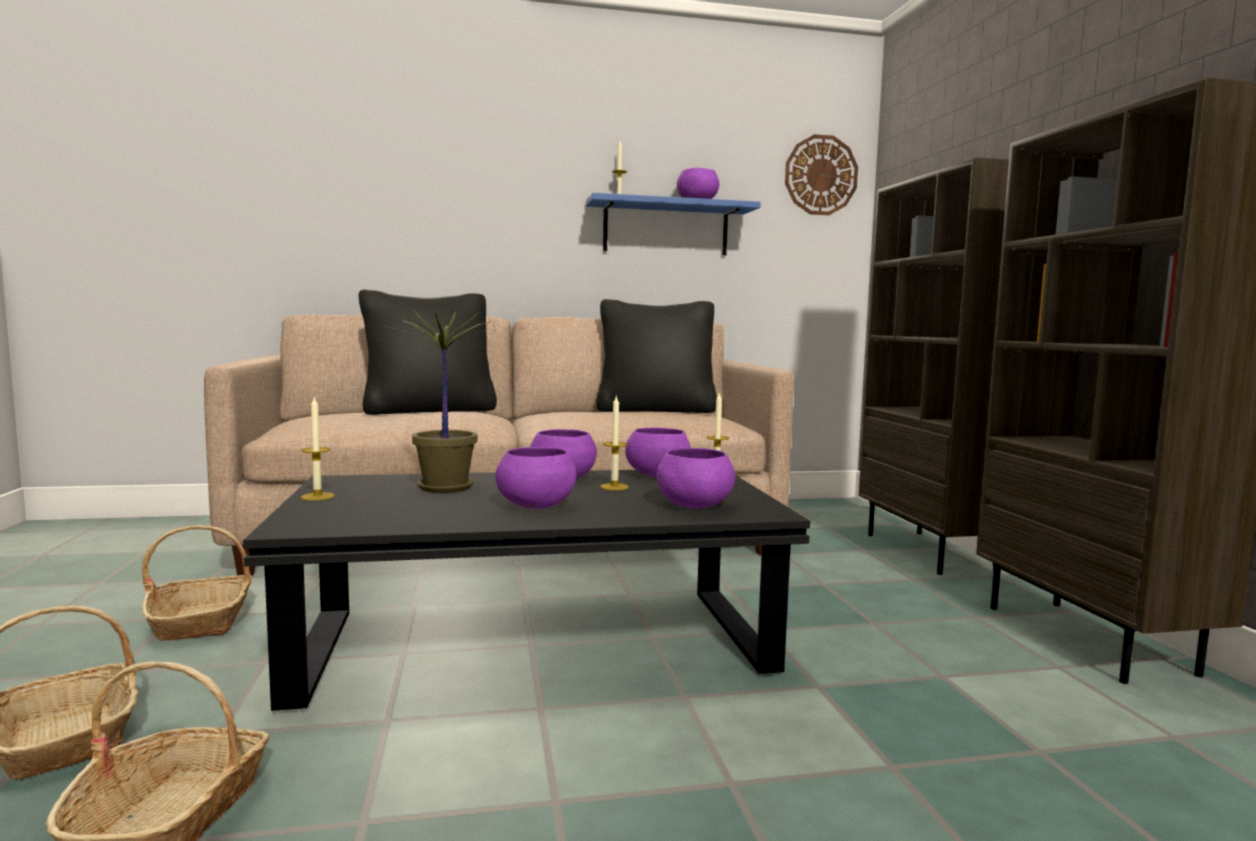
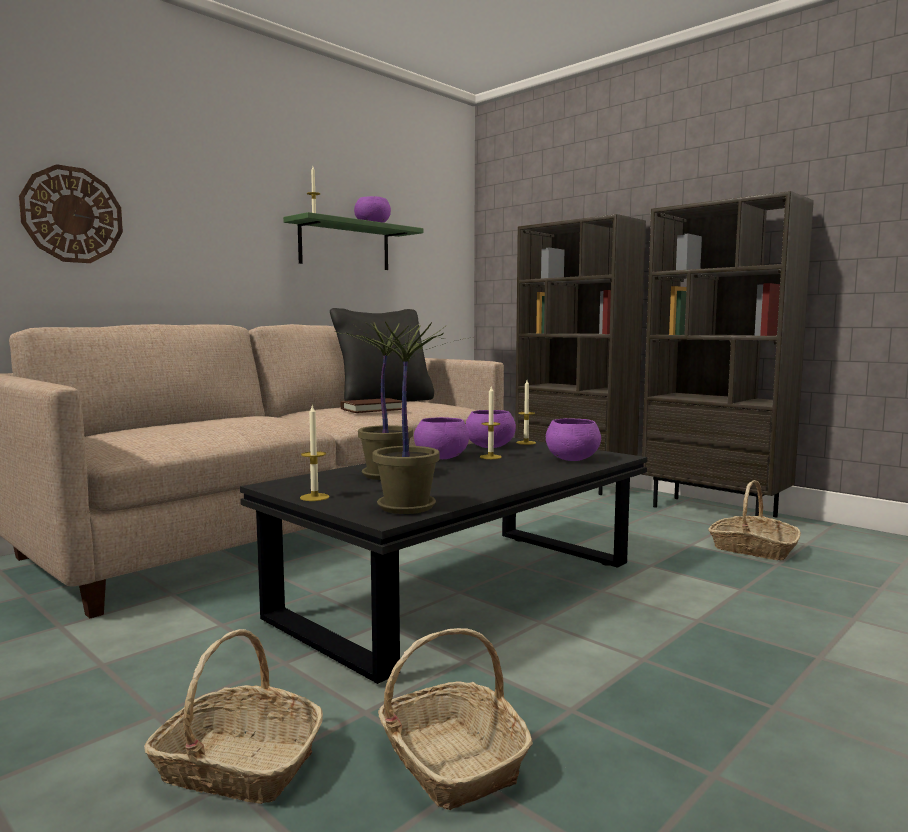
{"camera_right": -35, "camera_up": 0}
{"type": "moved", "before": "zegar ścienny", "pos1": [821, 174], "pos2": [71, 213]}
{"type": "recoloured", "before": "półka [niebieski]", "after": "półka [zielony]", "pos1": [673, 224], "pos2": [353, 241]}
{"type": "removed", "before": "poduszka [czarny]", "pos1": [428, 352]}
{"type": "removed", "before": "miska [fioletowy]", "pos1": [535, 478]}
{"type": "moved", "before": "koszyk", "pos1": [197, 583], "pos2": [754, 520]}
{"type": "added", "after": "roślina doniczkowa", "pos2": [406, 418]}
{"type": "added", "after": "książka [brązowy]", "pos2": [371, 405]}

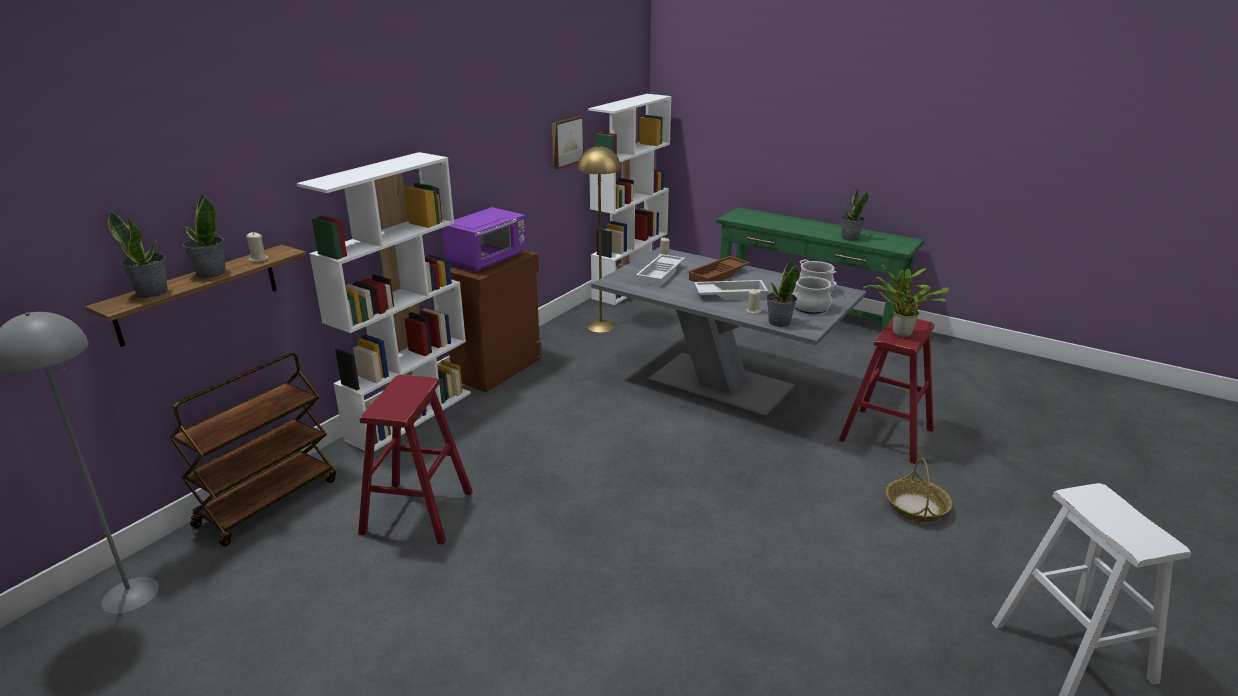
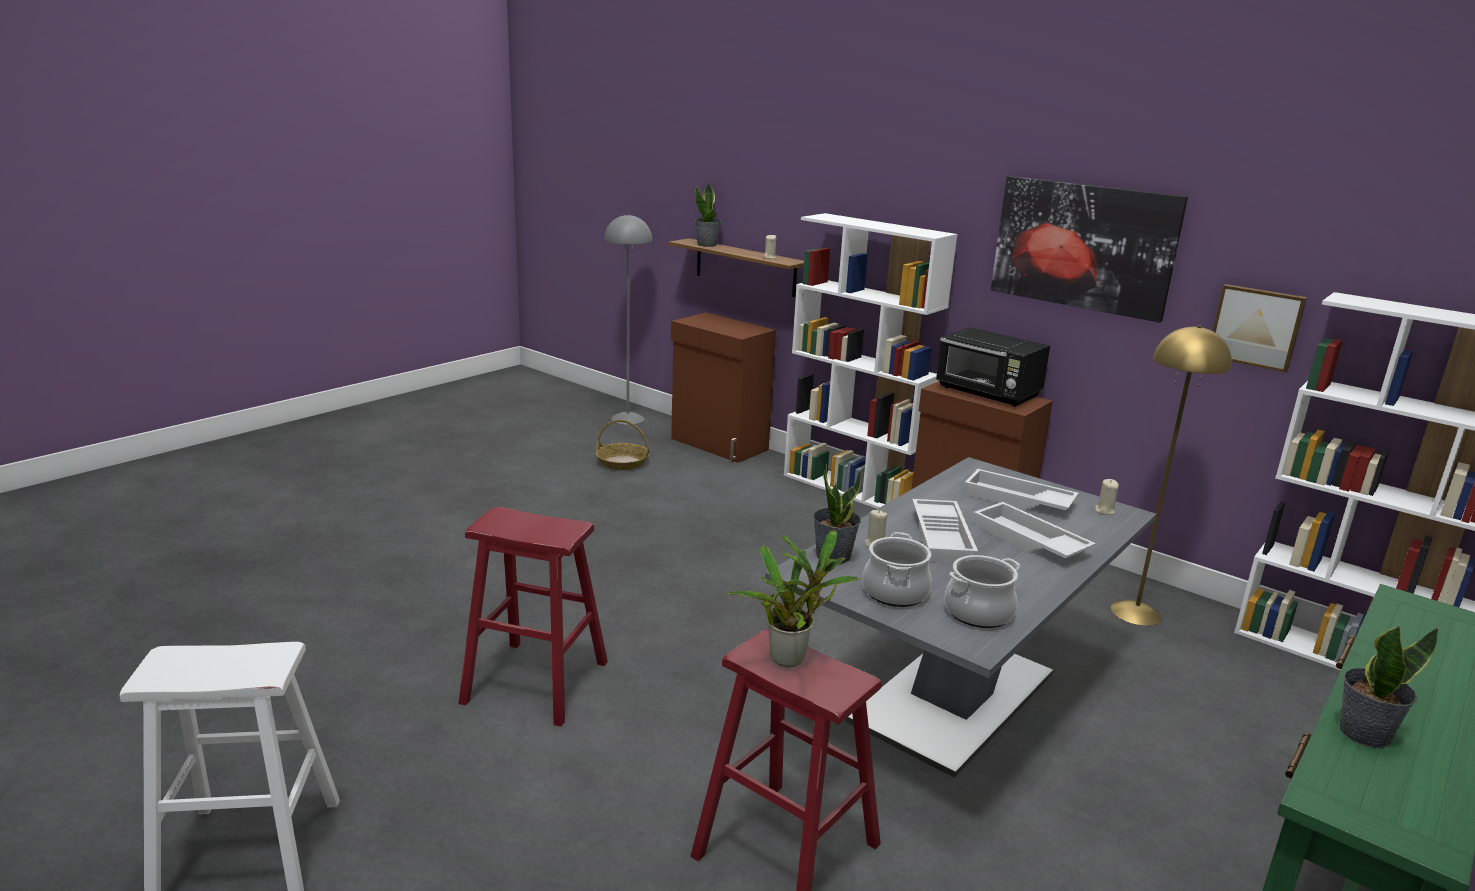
{"camera_right": 95, "camera_up": -5}
{"type": "removed", "before": "roślina doniczkowa", "pos1": [204, 235]}
{"type": "recoloured", "before": "mikrofalówka [fioletowy]", "after": "mikrofalówka [czarny]", "pos1": [484, 239], "pos2": [993, 367]}
{"type": "recoloured", "before": "taca [brązowy]", "after": "taca [biały]", "pos1": [718, 269], "pos2": [1035, 530]}
{"type": "replaced", "before": "wózek [brązowy]", "after": "szafka [brązowy]", "pos1": [252, 450], "pos2": [723, 388]}
{"type": "moved", "before": "stołek [czerwony]", "pos1": [415, 460], "pos2": [533, 617]}
{"type": "moved", "before": "koszyk", "pos1": [919, 490], "pos2": [622, 445]}
{"type": "added", "after": "obraz", "pos2": [1089, 249]}

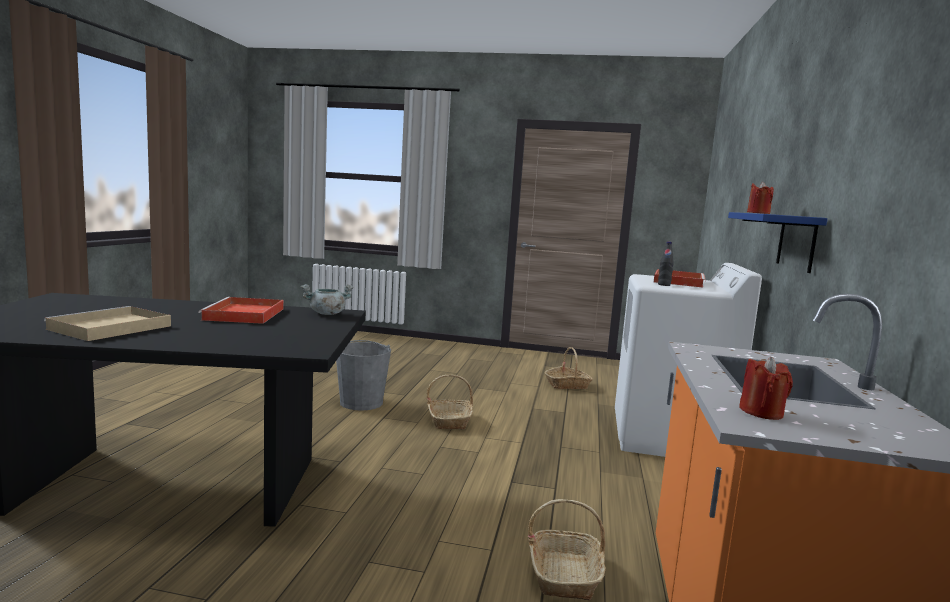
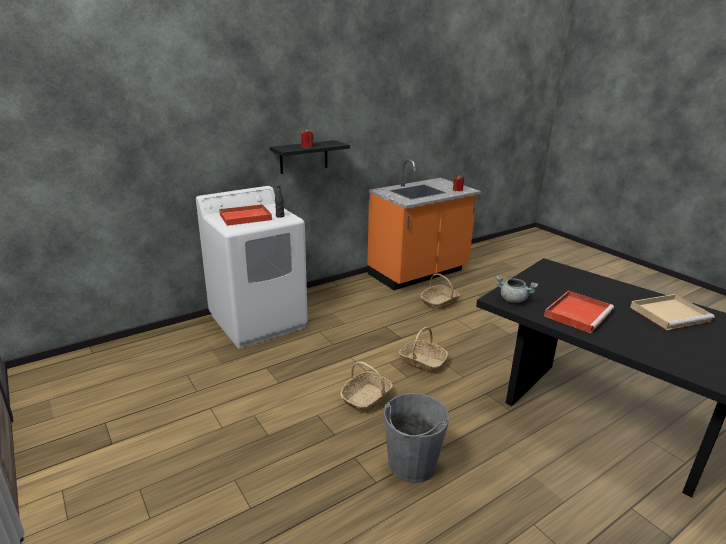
{"camera_right": -135, "camera_up": 15}
{"type": "recoloured", "before": "półka [niebieski]", "after": "półka [czarny]", "pos1": [778, 242], "pos2": [310, 157]}
{"type": "moved", "before": "koszyk", "pos1": [569, 368], "pos2": [423, 350]}

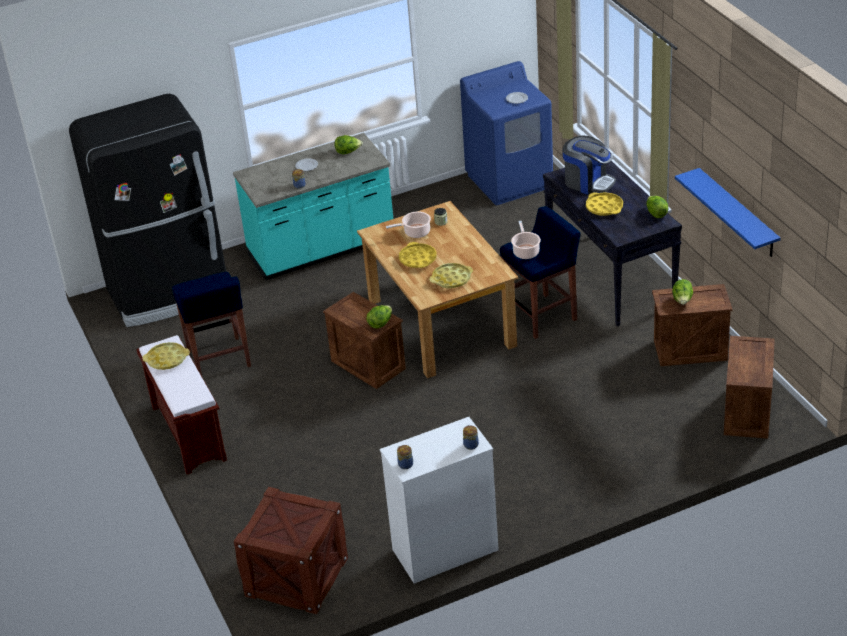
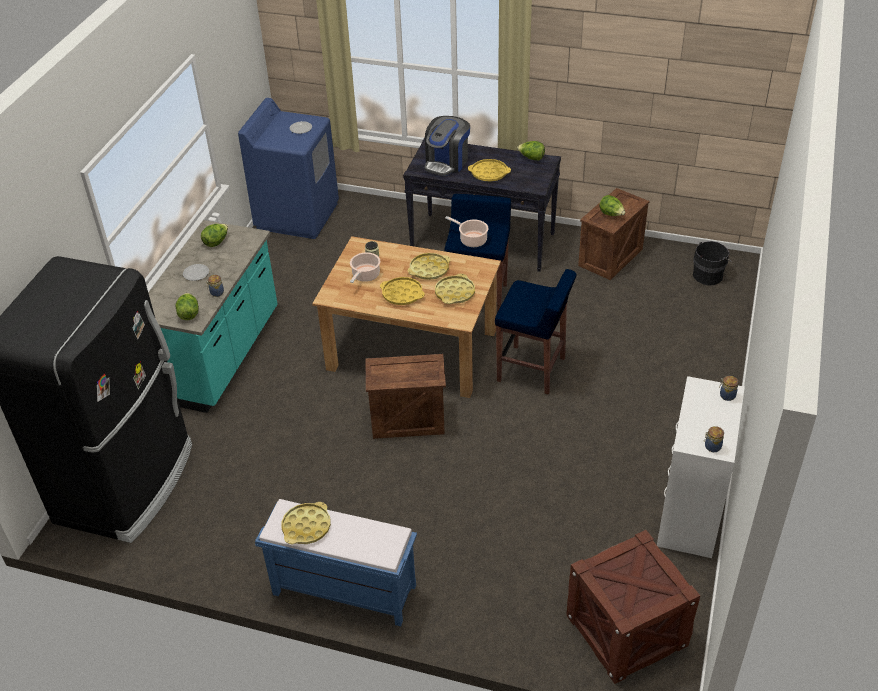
{"camera_right": -50, "camera_up": 5}
{"type": "turned", "before": "ekspres do kawy", "pos1": [589, 165], "pos2": [447, 146], "turn": 135}
{"type": "removed", "before": "półka [niebieski]", "pos1": [728, 212]}
{"type": "moved", "before": "stołek [niebieski]", "pos1": [211, 324], "pos2": [535, 332]}
{"type": "moved", "before": "sałata", "pos1": [379, 317], "pos2": [187, 306]}
{"type": "recoloured", "before": "ławka [brązowy]", "after": "ławka [niebieski]", "pos1": [181, 405], "pos2": [336, 562]}
{"type": "replaced", "before": "skrzynka", "after": "wiadro [czarny]", "pos1": [749, 387], "pos2": [712, 263]}
{"type": "added", "after": "taca [żółty]", "pos2": [429, 266]}

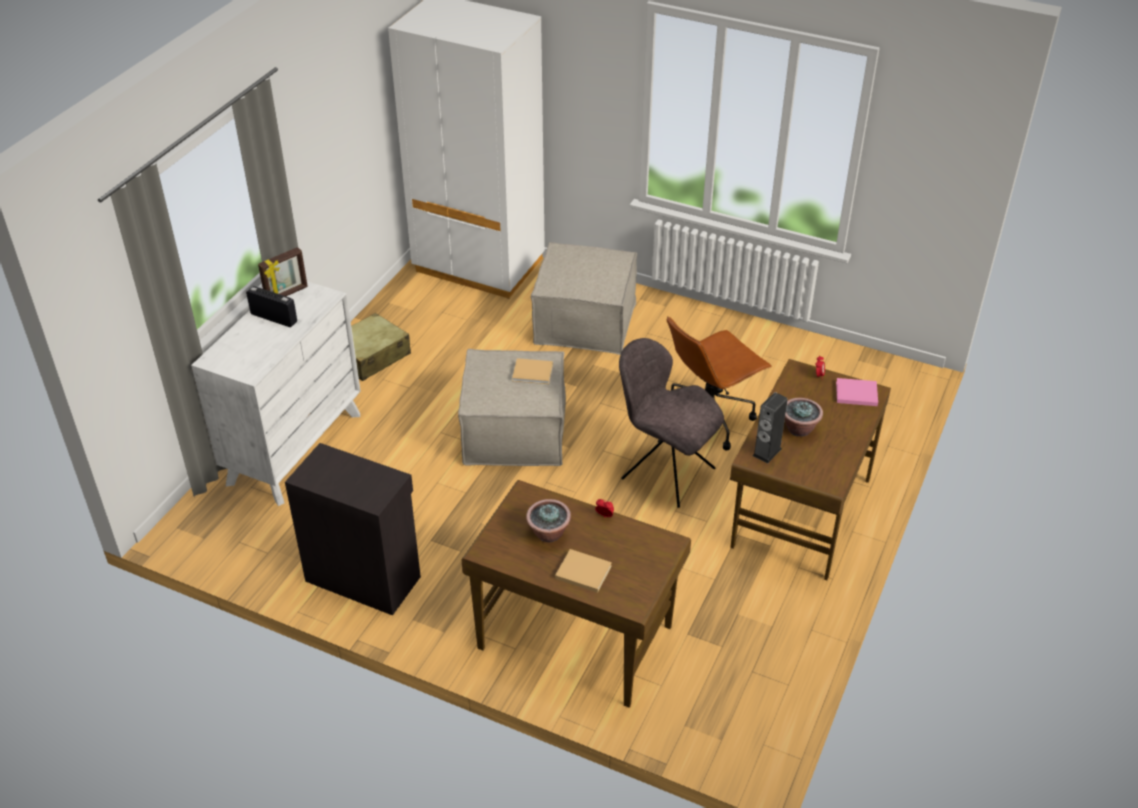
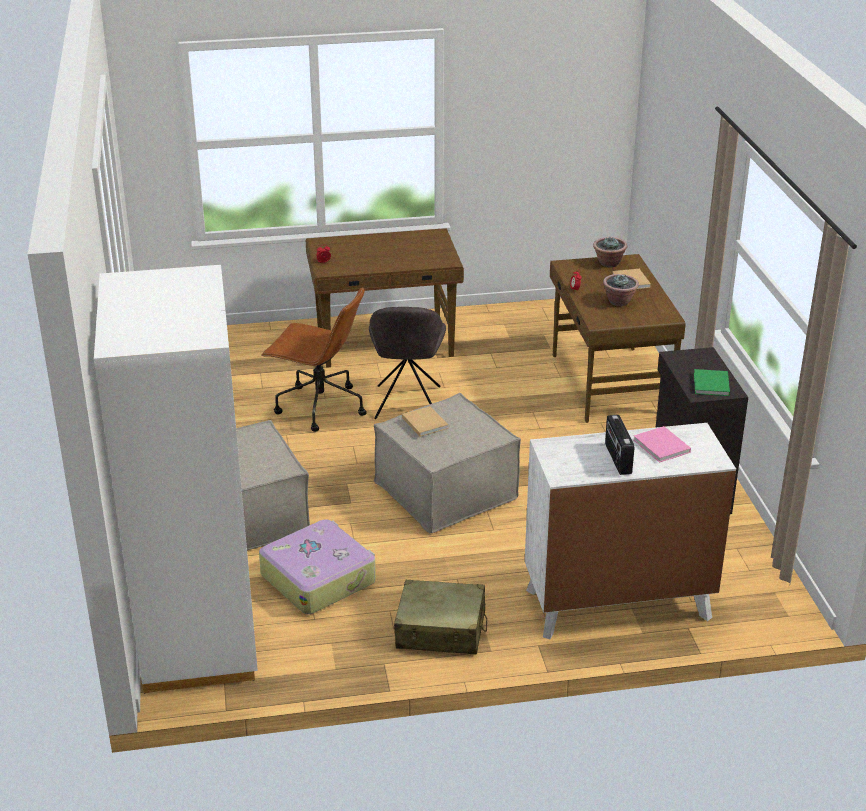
{"camera_right": -125, "camera_up": -10}
{"type": "removed", "before": "ramka na zdjęcie", "pos1": [283, 271]}
{"type": "moved", "before": "książka [różowy]", "pos1": [857, 392], "pos2": [662, 444]}
{"type": "removed", "before": "głośnik", "pos1": [770, 428]}
{"type": "moved", "before": "roślina doniczkowa", "pos1": [804, 417], "pos2": [610, 251]}
{"type": "added", "after": "książka [zielony]", "pos2": [712, 382]}
{"type": "added", "after": "walizka", "pos2": [317, 566]}

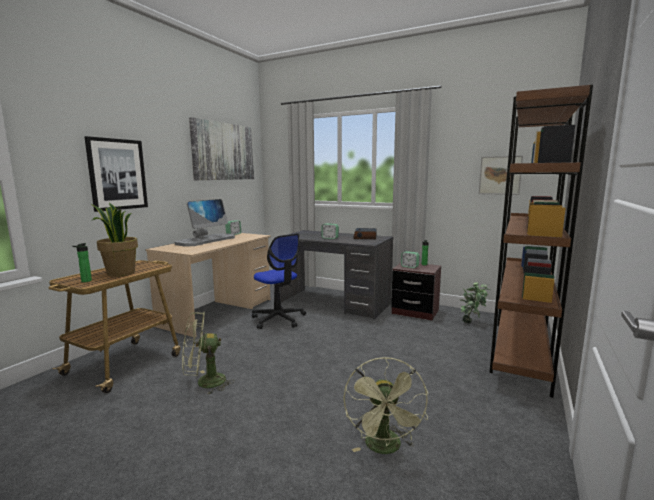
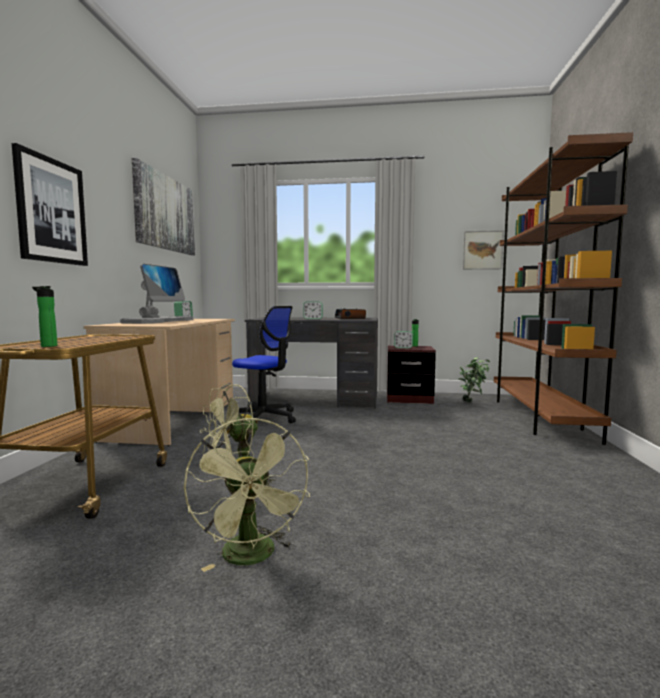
{"camera_right": -20, "camera_up": -5}
{"type": "removed", "before": "roślina doniczkowa", "pos1": [114, 239]}
{"type": "moved", "before": "wentylator [zielony]", "pos1": [386, 405], "pos2": [247, 494]}

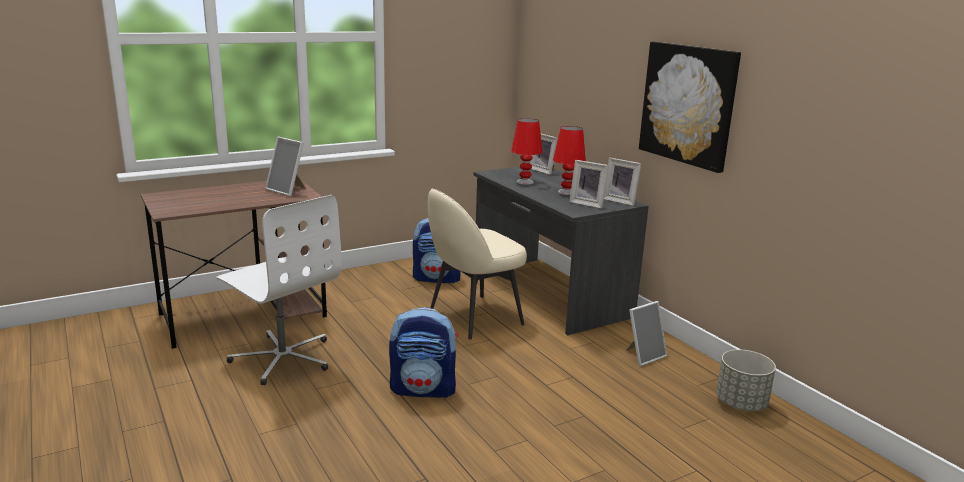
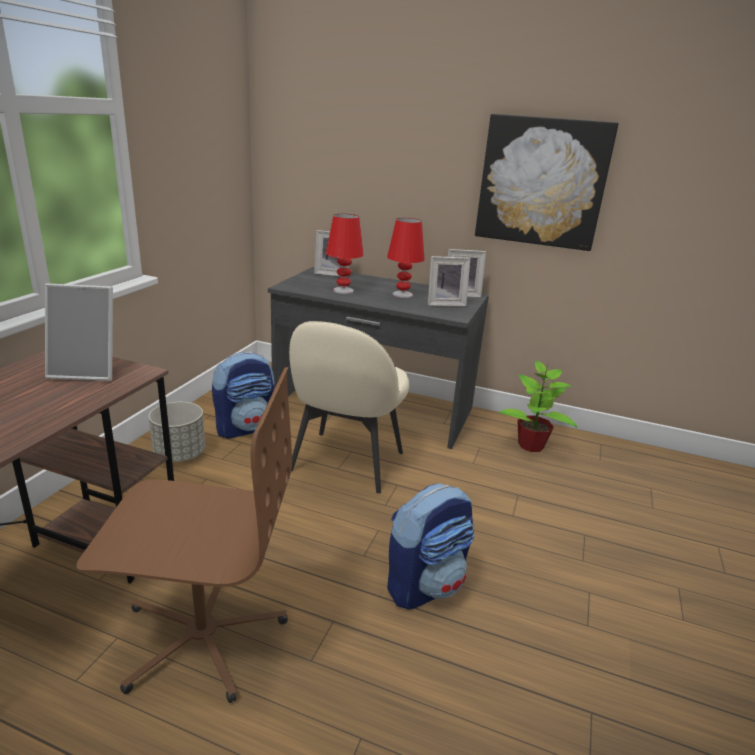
{"camera_right": -40, "camera_up": 5}
{"type": "recoloured", "before": "krzesło biurowe [biały]", "after": "krzesło biurowe [brązowy]", "pos1": [279, 290], "pos2": [184, 535]}
{"type": "replaced", "before": "ramka na zdjęcie", "after": "roślina doniczkowa", "pos1": [646, 333], "pos2": [538, 406]}
{"type": "moved", "before": "donica [szary]", "pos1": [746, 380], "pos2": [177, 432]}

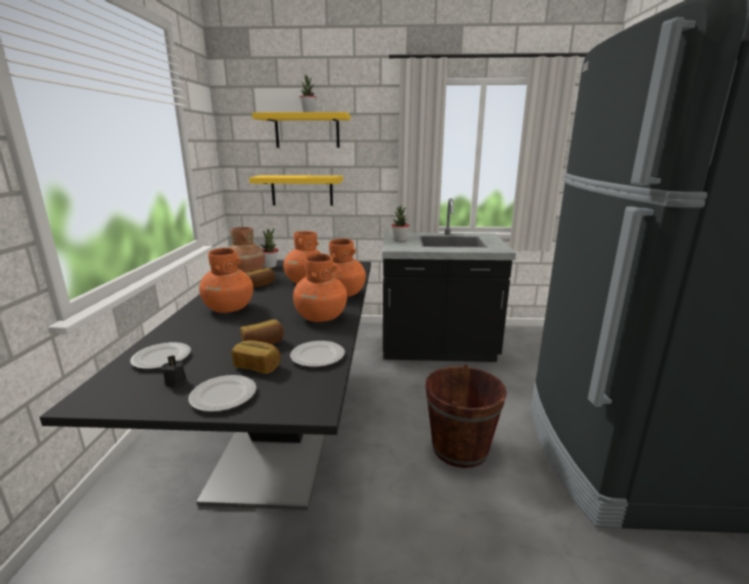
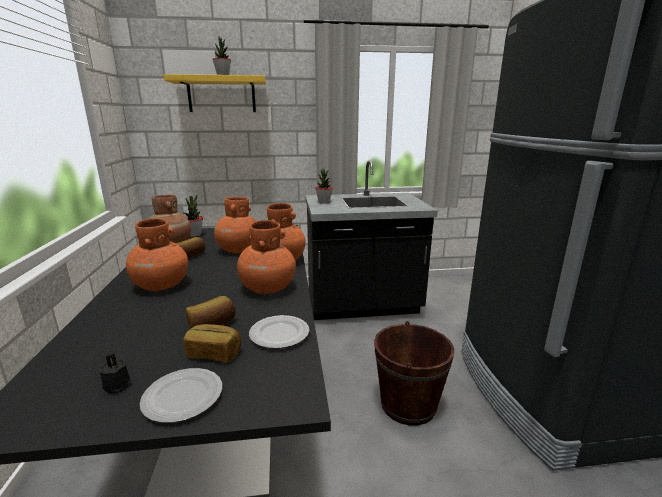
{"camera_right": -10, "camera_up": 0}
{"type": "removed", "before": "półka [żółty]", "pos1": [296, 190]}
{"type": "removed", "before": "talerz", "pos1": [160, 355]}

